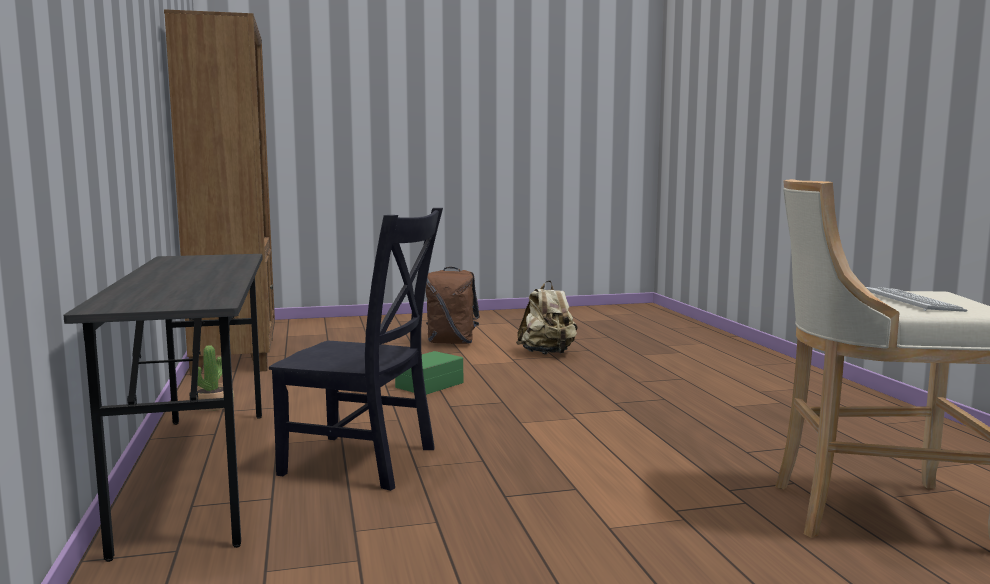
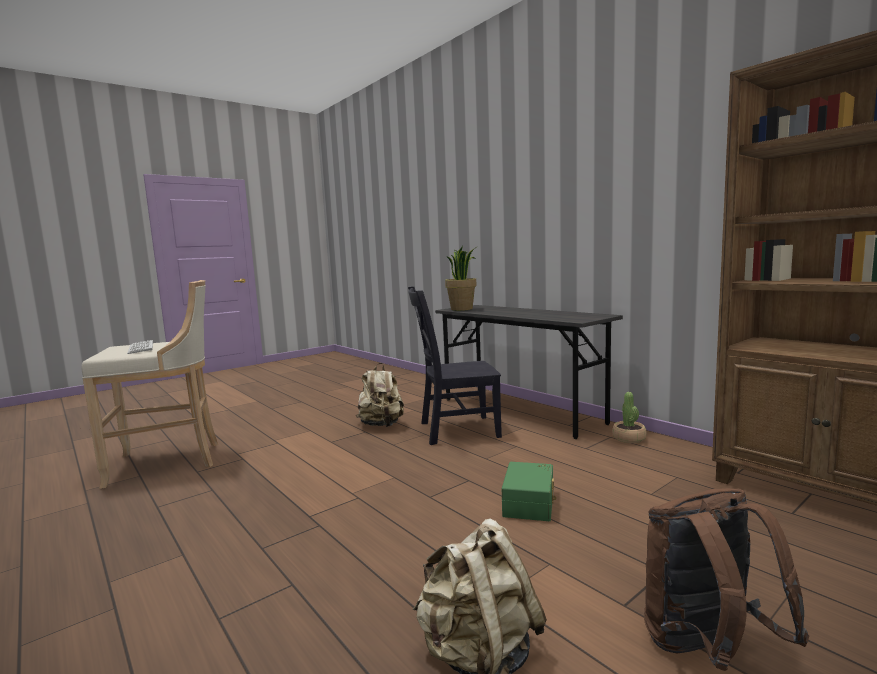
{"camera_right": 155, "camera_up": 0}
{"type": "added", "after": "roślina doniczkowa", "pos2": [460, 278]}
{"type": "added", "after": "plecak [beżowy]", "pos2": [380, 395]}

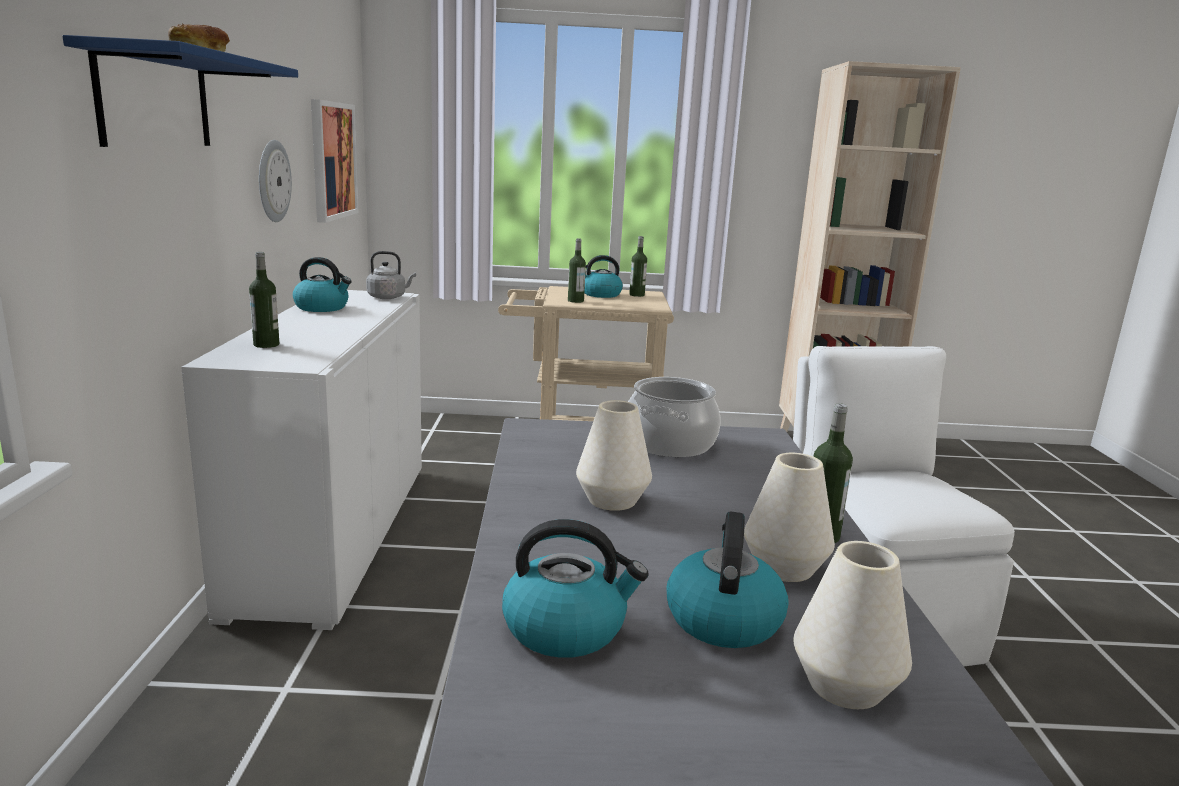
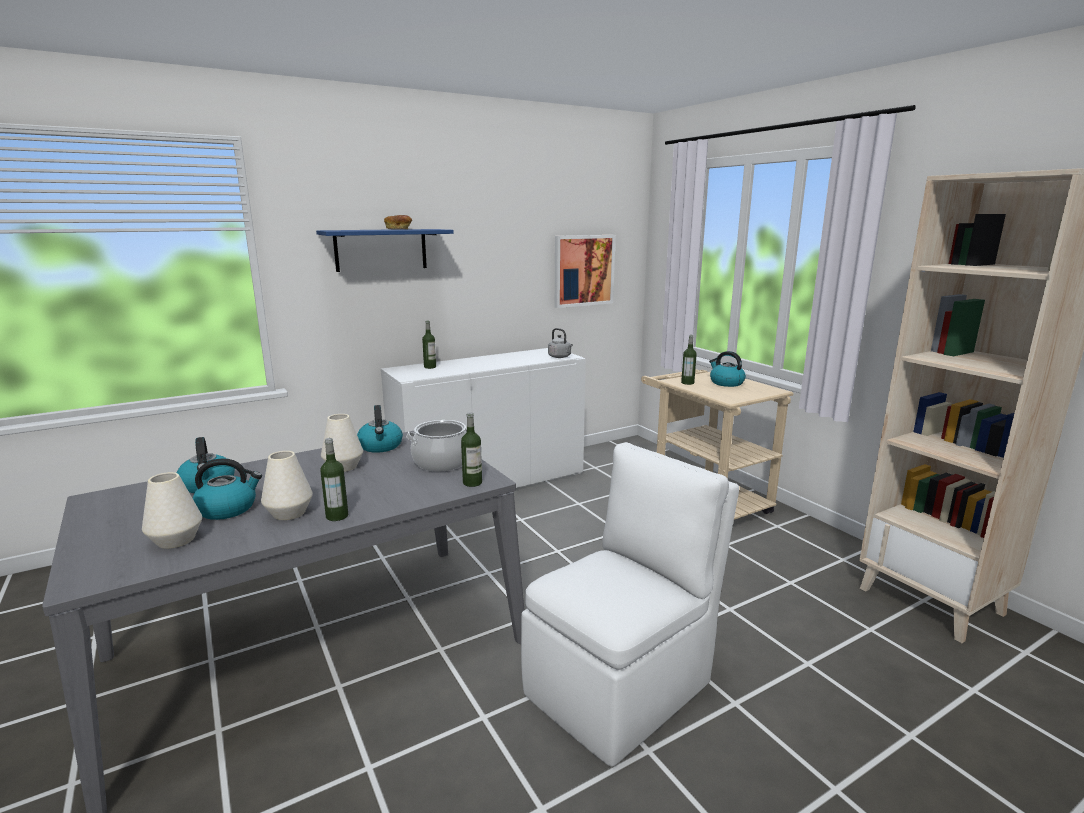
{"camera_right": 60, "camera_up": 0}
{"type": "removed", "before": "zegar ścienny", "pos1": [275, 181]}
{"type": "moved", "before": "butelka", "pos1": [638, 266], "pos2": [471, 449]}
{"type": "moved", "before": "czajnik", "pos1": [322, 284], "pos2": [380, 429]}

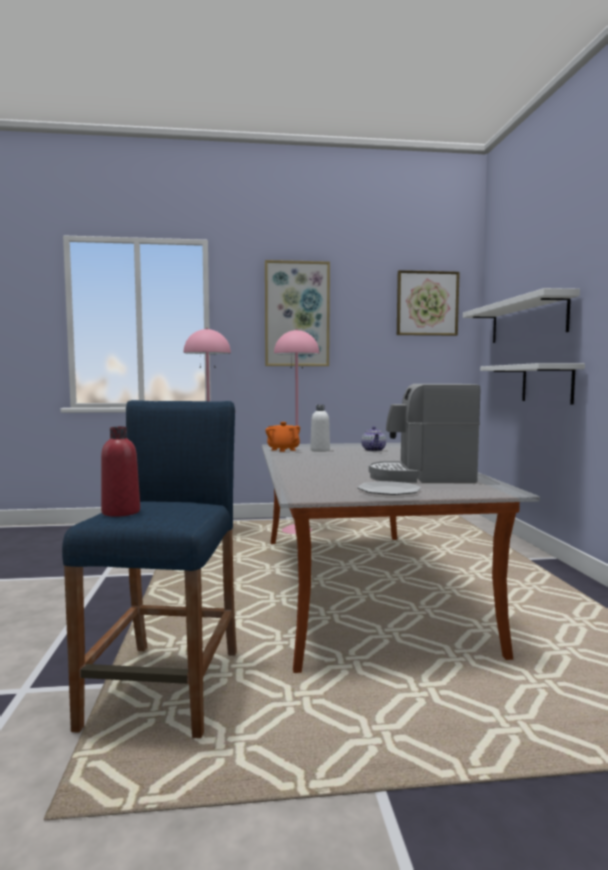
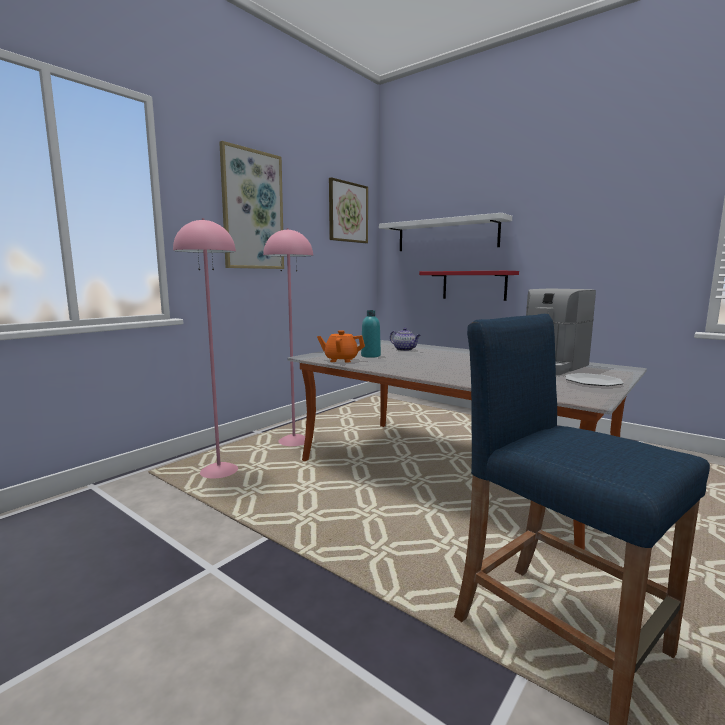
{"camera_right": -45, "camera_up": 5}
{"type": "recoloured", "before": "półka [biały]", "after": "półka [czerwony]", "pos1": [532, 384], "pos2": [469, 286]}
{"type": "recoloured", "before": "butelka [biały]", "after": "butelka [turkusowy]", "pos1": [320, 428], "pos2": [371, 334]}
{"type": "removed", "before": "butelka [czerwony]", "pos1": [120, 472]}

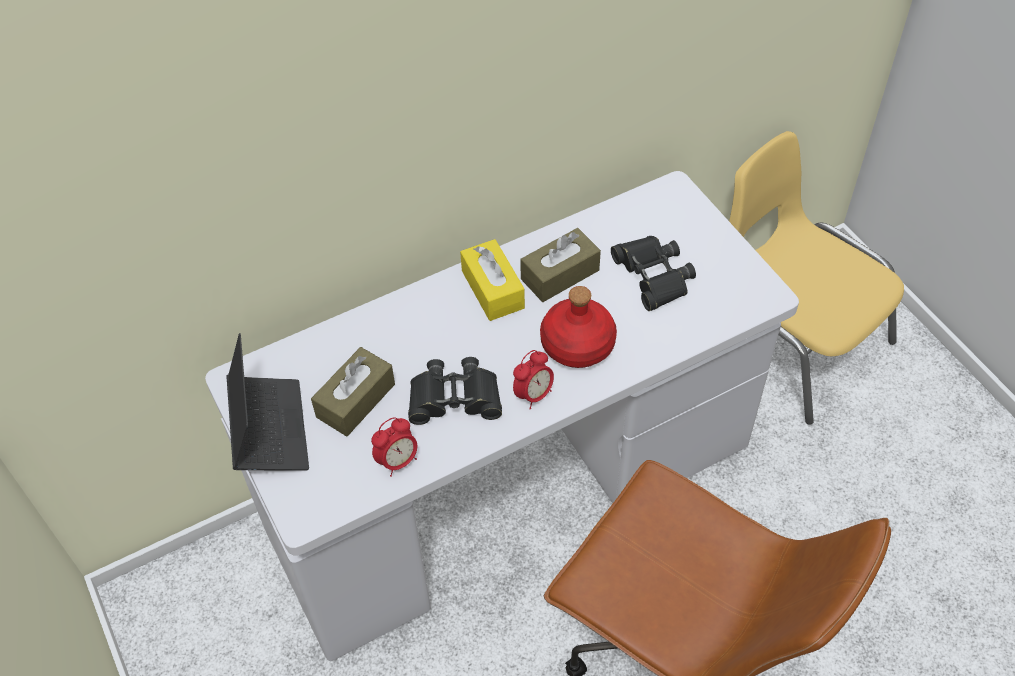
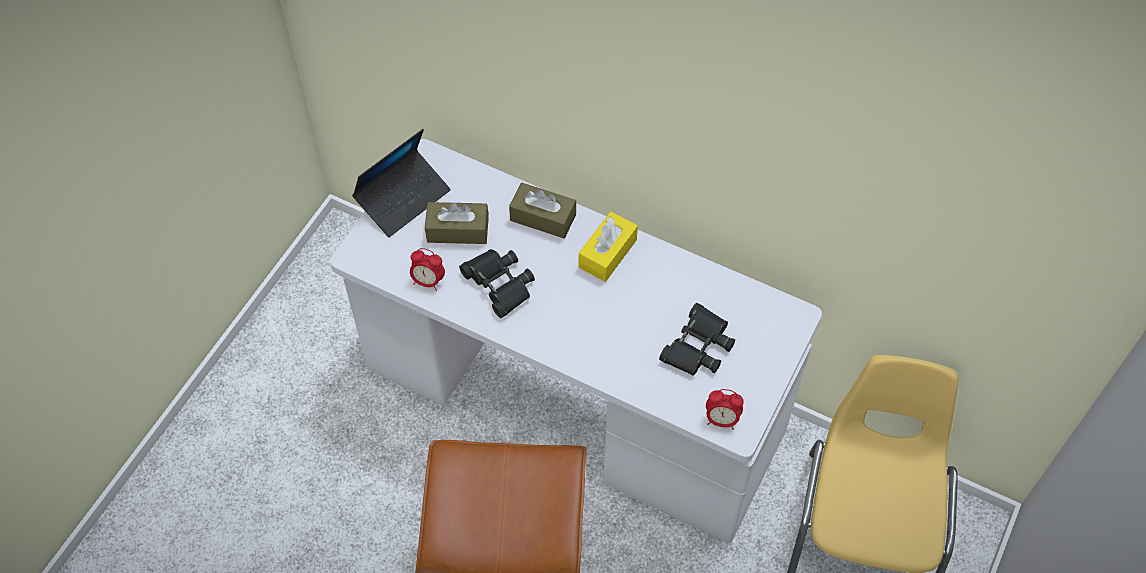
{"camera_right": 55, "camera_up": 5}
{"type": "moved", "before": "pudełko chusteczek [brązowy]", "pos1": [560, 265], "pos2": [542, 210]}
{"type": "removed", "before": "butelka [czerwony]", "pos1": [578, 327]}
{"type": "moved", "before": "budzik", "pos1": [533, 379], "pos2": [725, 409]}

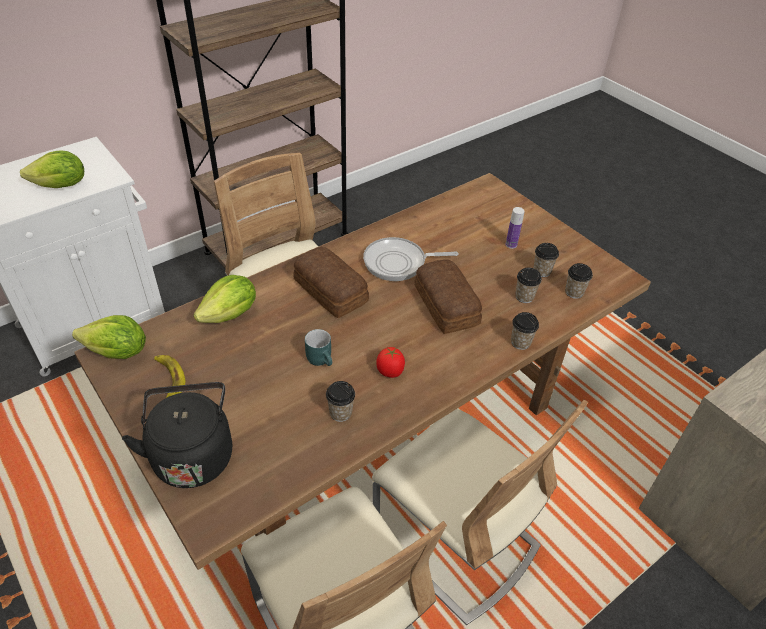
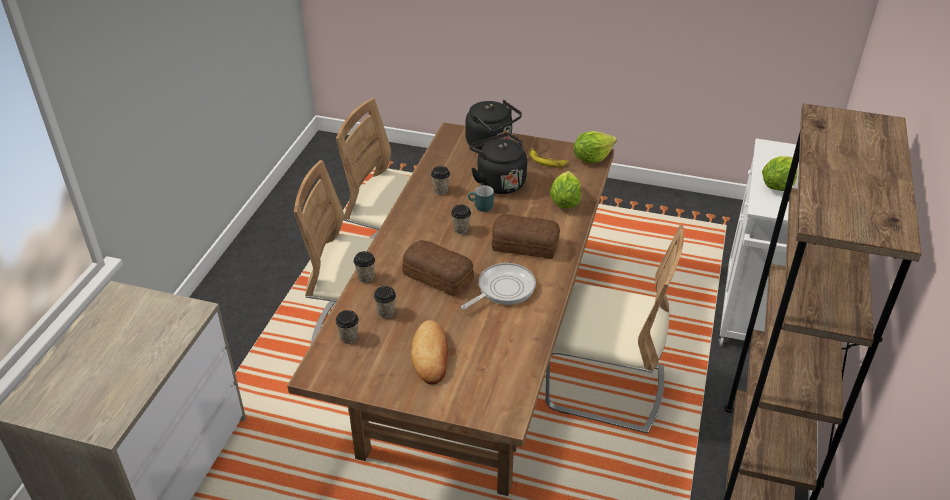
{"camera_right": 145, "camera_up": -5}
{"type": "replaced", "before": "butelka", "after": "chleb", "pos1": [515, 228], "pos2": [429, 352]}
{"type": "moved", "before": "filiżanka", "pos1": [546, 260], "pos2": [461, 219]}
{"type": "removed", "before": "pomidor", "pos1": [390, 362]}
{"type": "added", "after": "czajnik [czarny]", "pos2": [498, 163]}

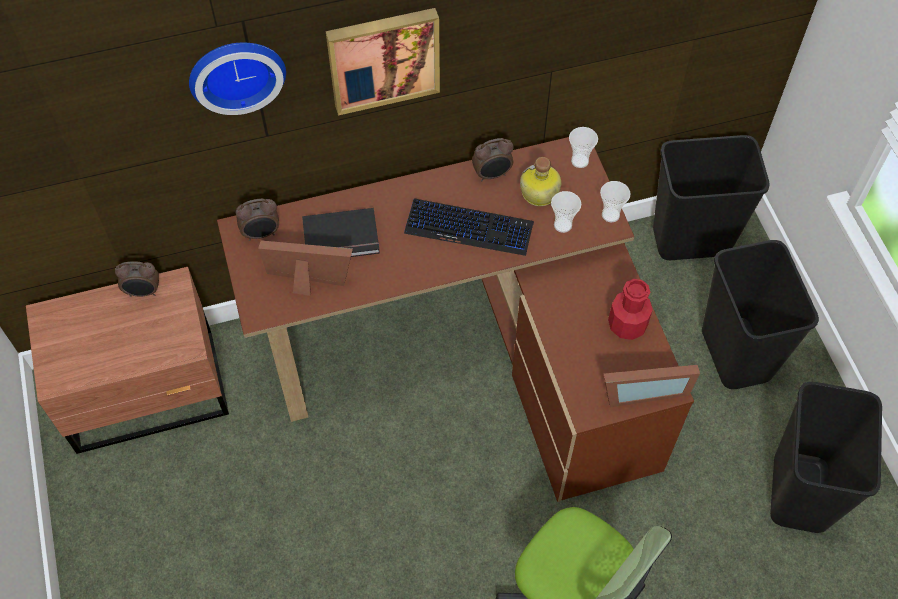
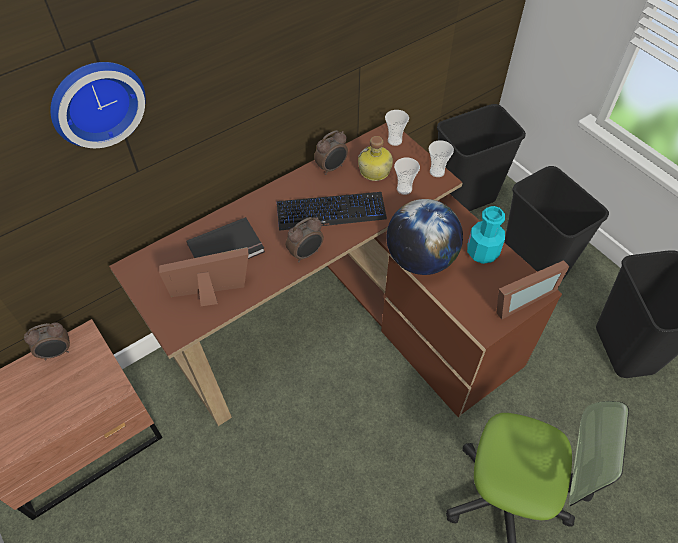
{"camera_right": -20, "camera_up": -5}
{"type": "removed", "before": "obraz", "pos1": [383, 62]}
{"type": "moved", "before": "budzik", "pos1": [257, 220], "pos2": [305, 239]}
{"type": "recoloured", "before": "butelka [czerwony]", "after": "butelka [turkusowy]", "pos1": [630, 309], "pos2": [486, 235]}
{"type": "added", "after": "globus", "pos2": [425, 237]}

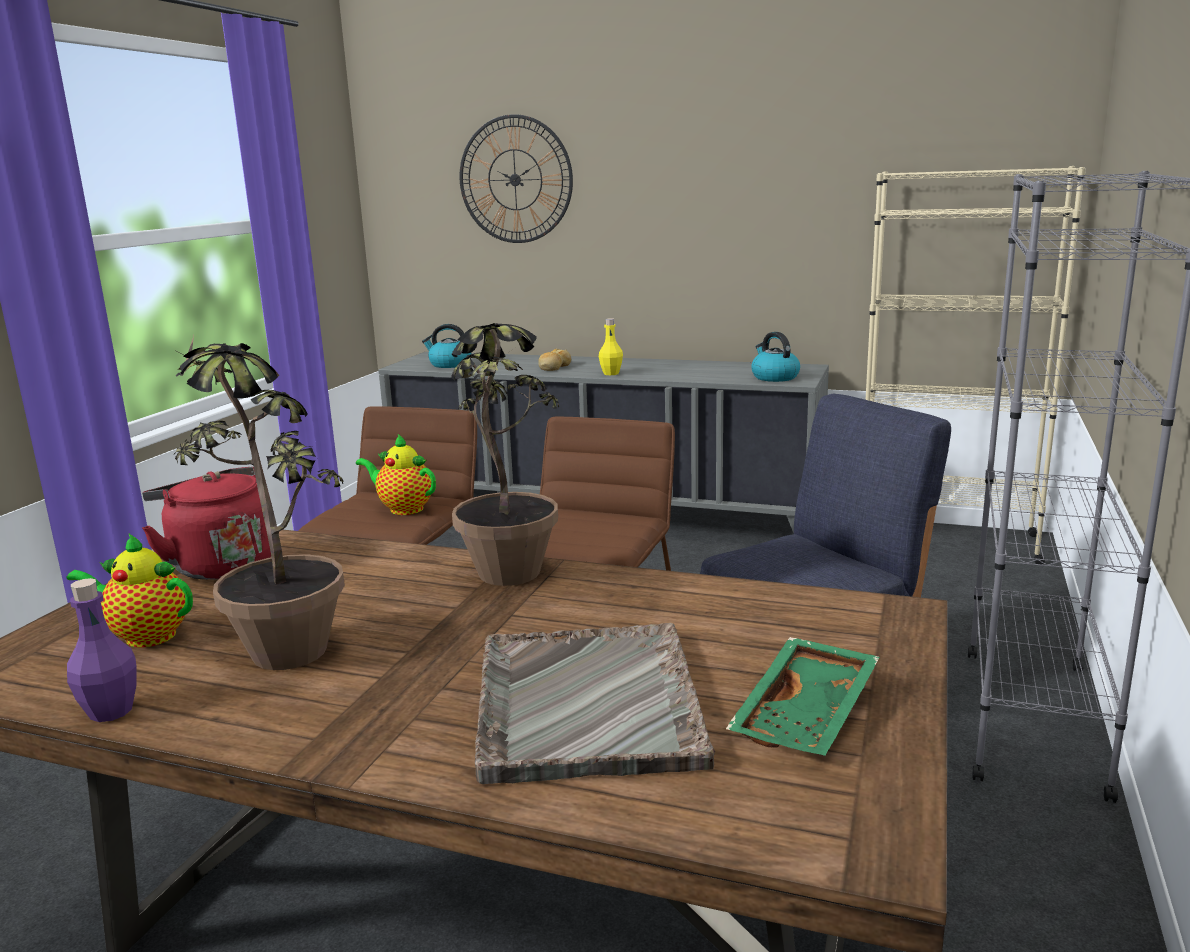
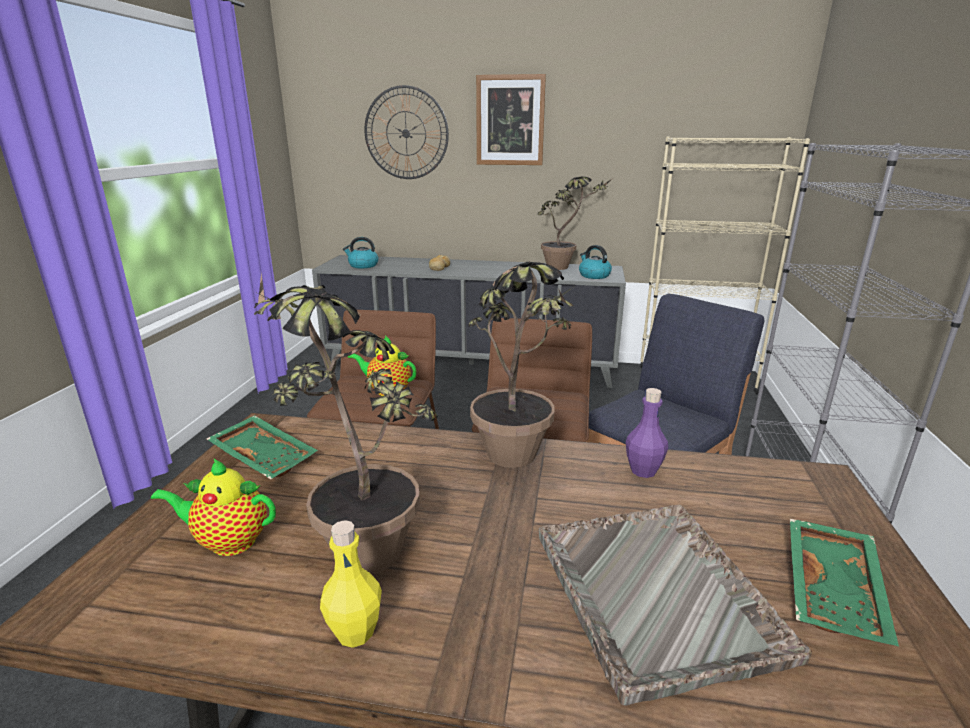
{"camera_right": -10, "camera_up": 5}
{"type": "moved", "before": "butelka [żółty]", "pos1": [611, 346], "pos2": [351, 584]}
{"type": "replaced", "before": "czajnik [czerwony]", "after": "taca [zielony]", "pos1": [206, 523], "pos2": [262, 447]}
{"type": "moved", "before": "butelka [fioletowy]", "pos1": [102, 650], "pos2": [647, 433]}
{"type": "added", "after": "obraz", "pos2": [511, 119]}
{"type": "added", "after": "roślina doniczkowa", "pos2": [575, 223]}

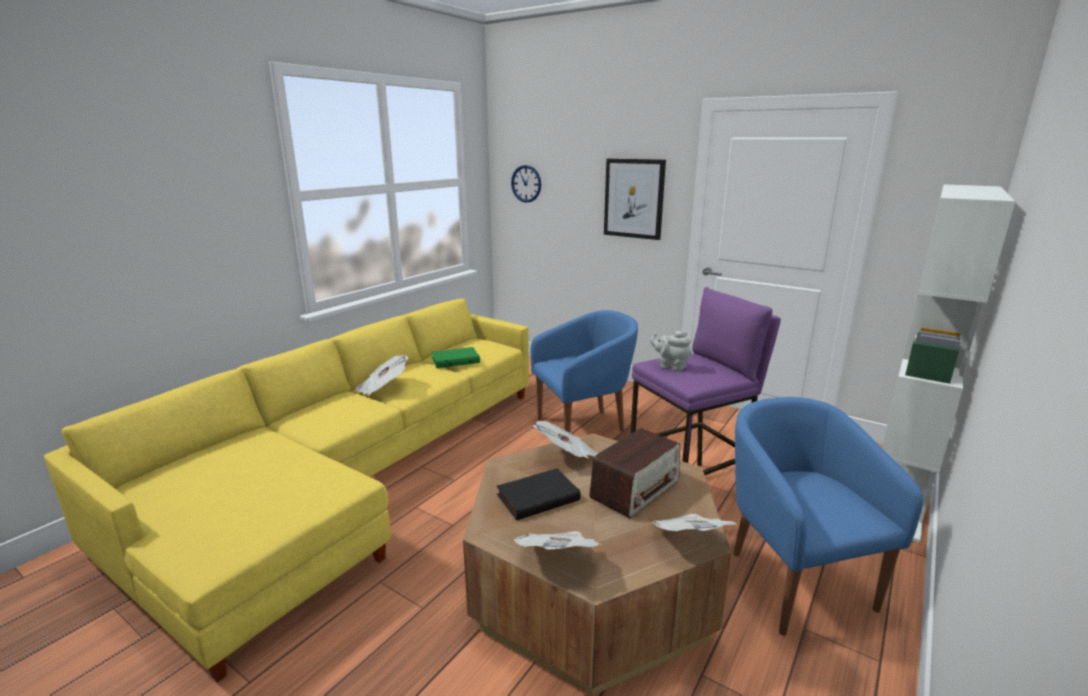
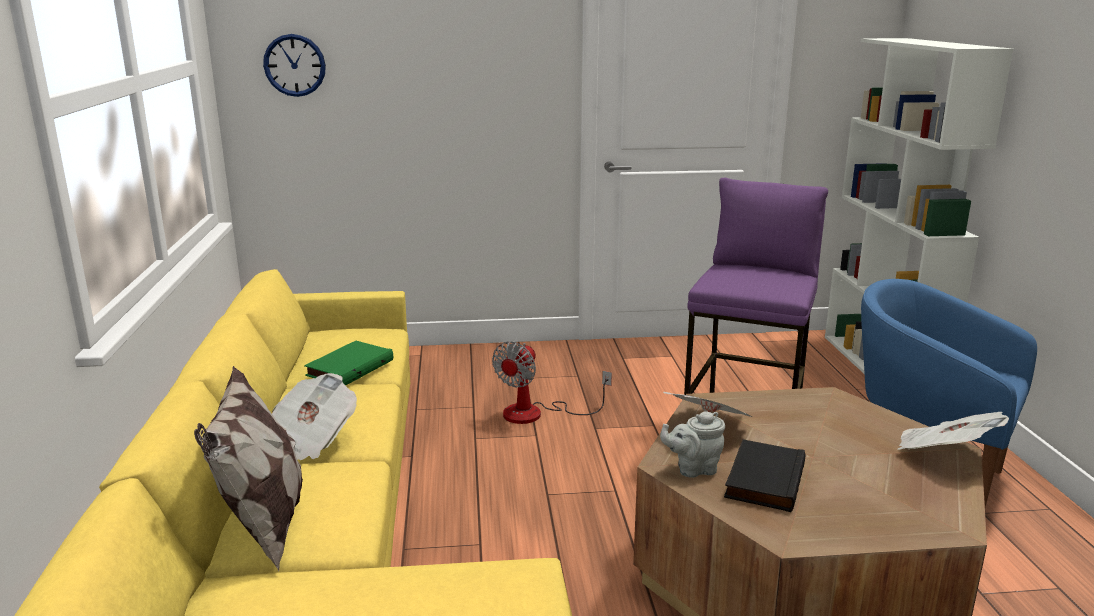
{"camera_right": -40, "camera_up": 0}
{"type": "removed", "before": "obraz", "pos1": [635, 199]}
{"type": "replaced", "before": "fotel [niebieski]", "after": "wentylator", "pos1": [584, 371], "pos2": [552, 382]}
{"type": "moved", "before": "imbryk [szary]", "pos1": [670, 351], "pos2": [692, 444]}
{"type": "removed", "before": "radio", "pos1": [634, 473]}
{"type": "removed", "before": "gazeta", "pos1": [557, 540]}
{"type": "added", "after": "poduszka", "pos2": [248, 468]}

